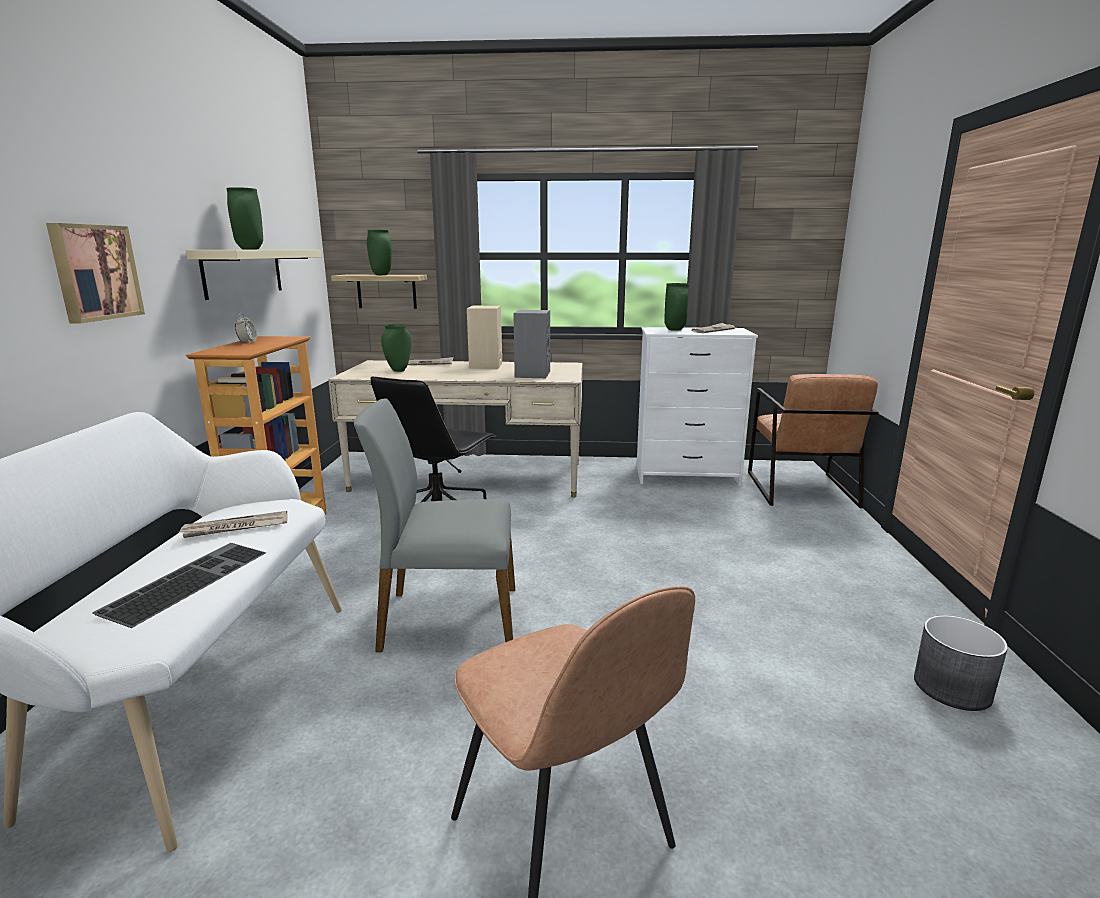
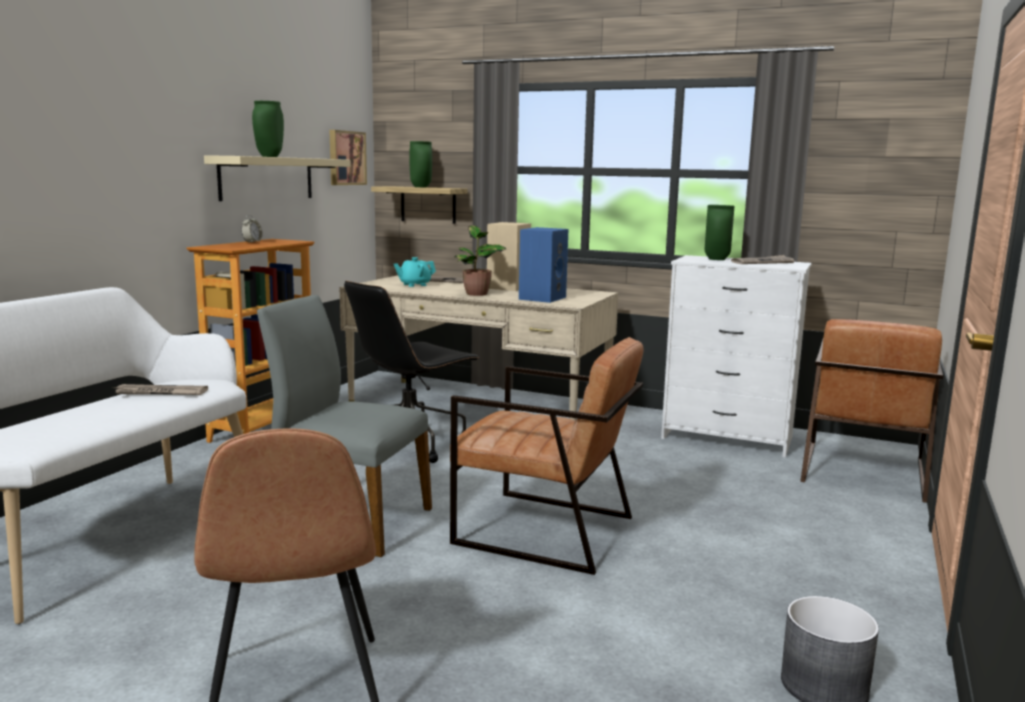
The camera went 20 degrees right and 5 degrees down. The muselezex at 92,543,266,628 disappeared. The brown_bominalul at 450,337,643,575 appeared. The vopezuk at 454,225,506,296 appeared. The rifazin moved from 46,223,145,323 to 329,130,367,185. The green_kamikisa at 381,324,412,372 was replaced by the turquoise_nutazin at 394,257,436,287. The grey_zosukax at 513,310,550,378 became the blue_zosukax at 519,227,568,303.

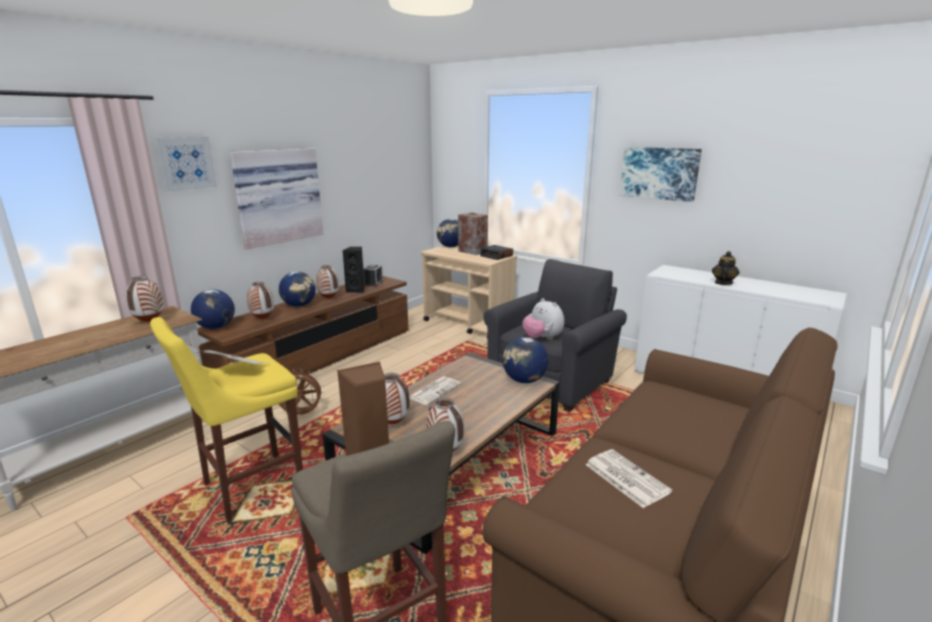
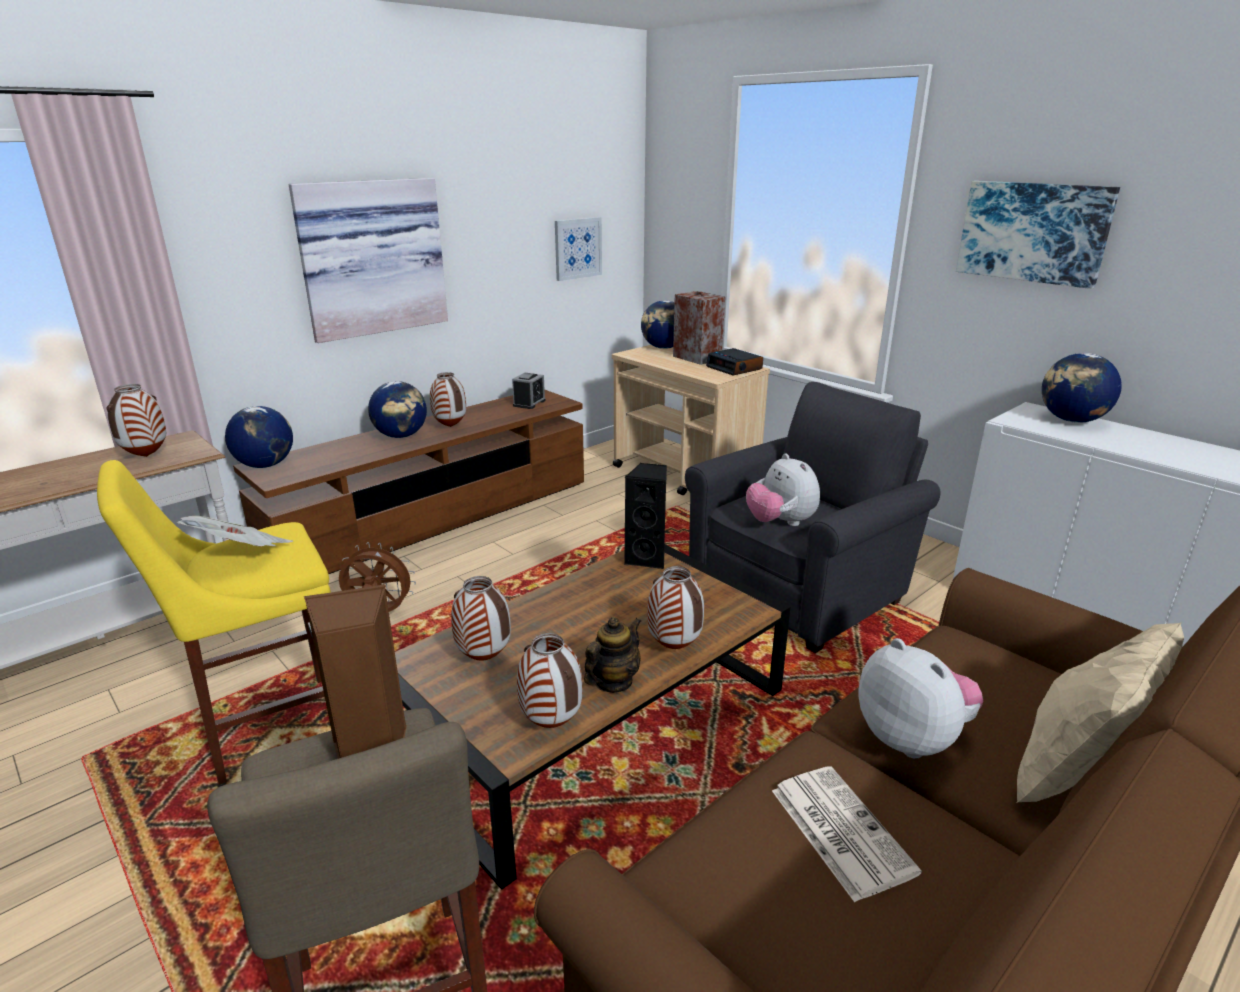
The camera went 10 degrees right and 5 degrees up. The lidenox at 409,376,461,405 disappeared. The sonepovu at 858,638,984,759 appeared. The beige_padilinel at 1016,623,1184,803 appeared. The rifazin moved from 156,137,217,191 to 555,217,602,281. The kamikisa moved from 247,282,274,319 to 647,566,704,649. The black_zosukax moved from 343,247,365,293 to 624,463,667,569. The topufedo moved from 503,337,549,383 to 1042,353,1122,423. The nutazin moved from 712,251,740,285 to 584,617,641,693.

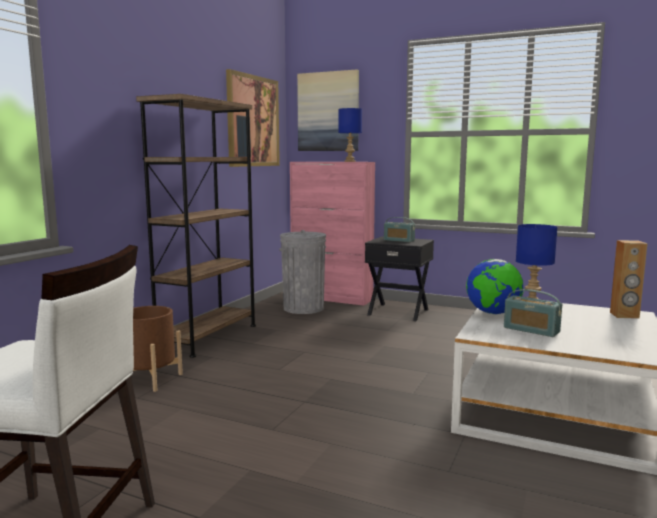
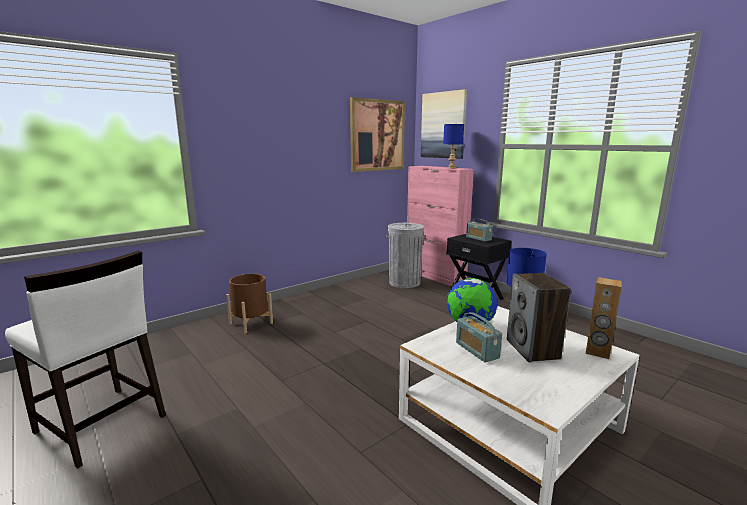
The camera went 25 degrees right and 5 degrees up. The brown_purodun at 136,94,256,358 disappeared. The zosukax at 507,273,571,362 appeared.

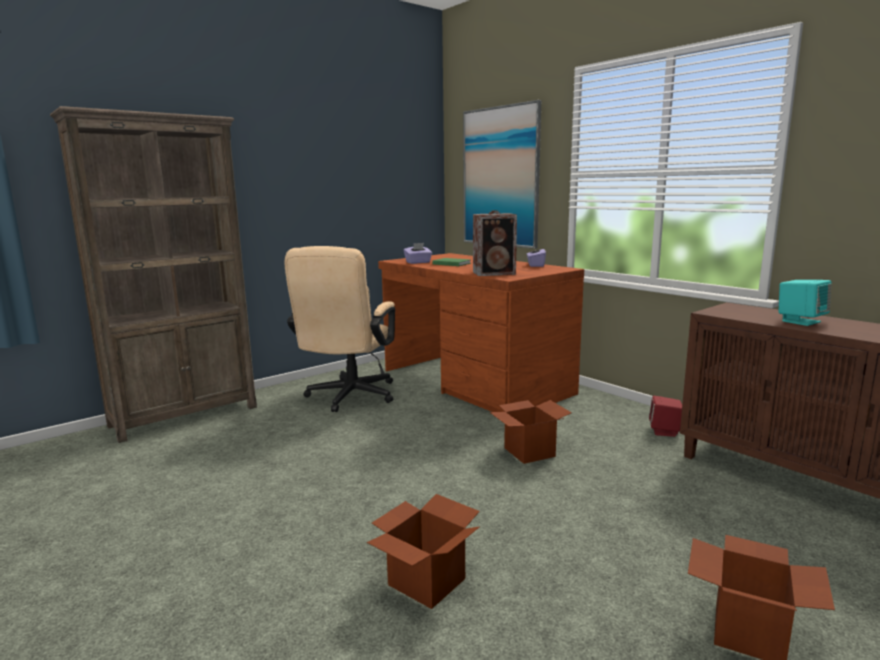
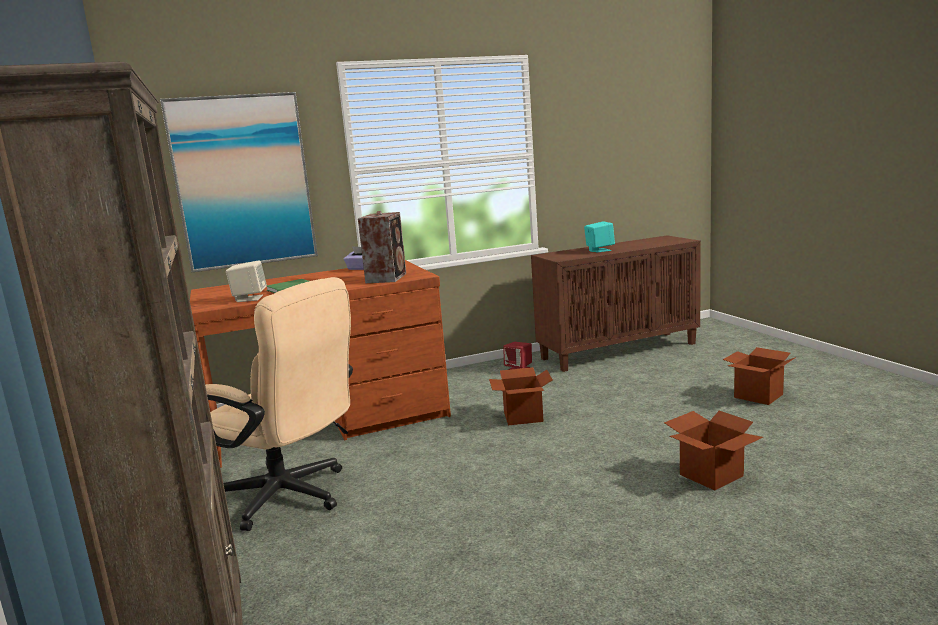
The camera went 70 degrees left and 0 degrees up. The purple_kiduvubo at 404,243,432,264 was replaced by the beige_zosukax at 226,260,267,302.

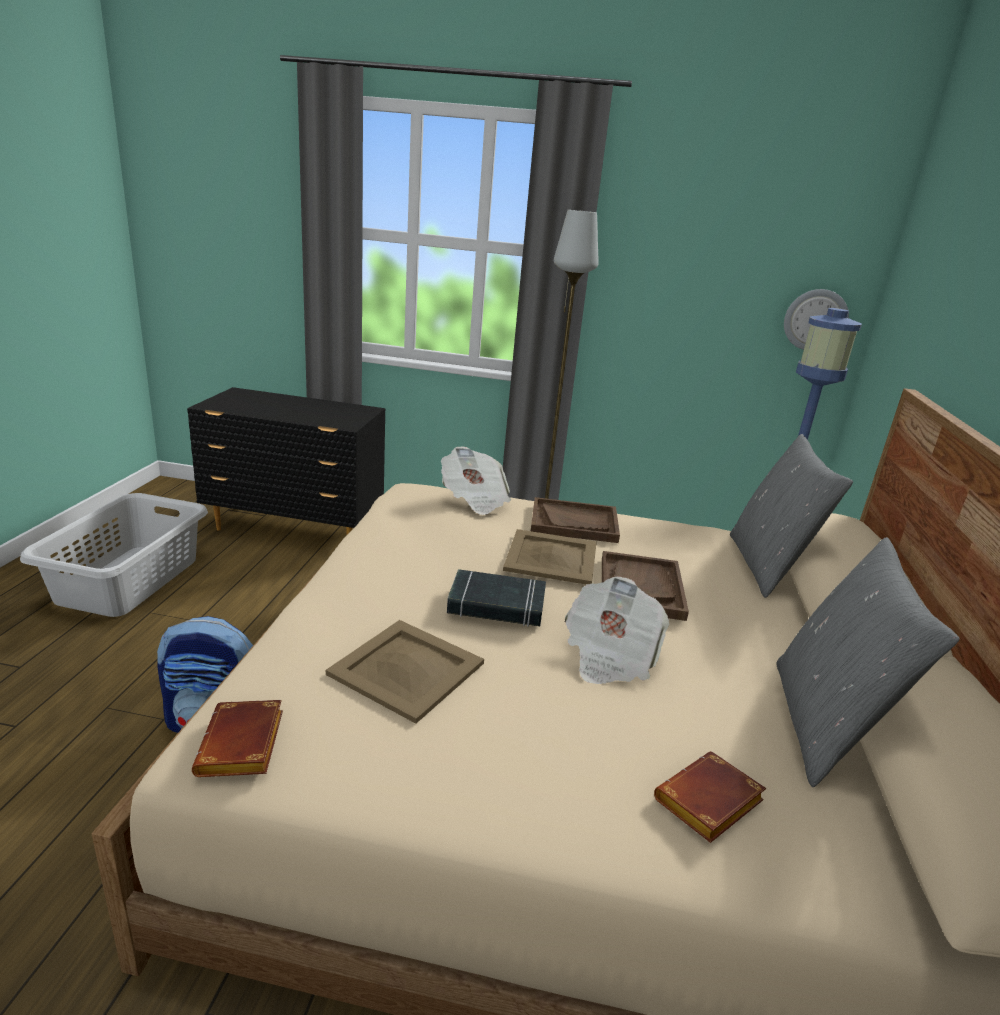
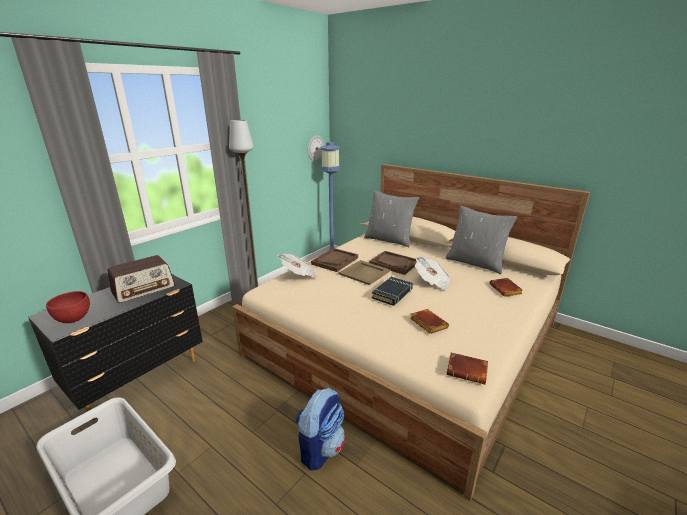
The camera went 60 degrees left and 0 degrees up. The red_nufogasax at 46,291,90,323 appeared. The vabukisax at 108,255,175,303 appeared. The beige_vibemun at 326,620,484,724 was replaced by the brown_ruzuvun at 410,309,449,334.

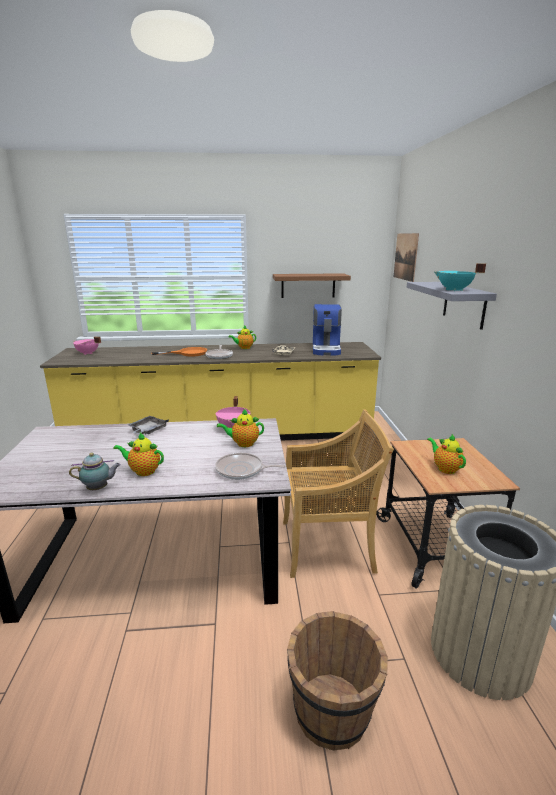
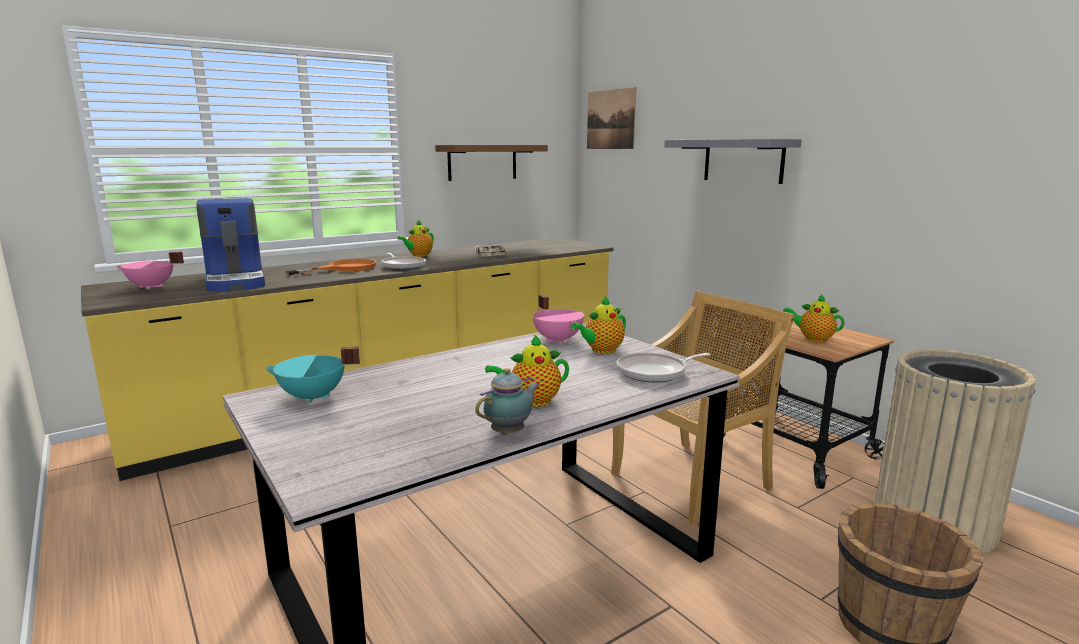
The camera went 30 degrees left and 5 degrees down. The grey_vibemun at 128,416,169,435 disappeared. The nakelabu moved from 313,304,342,356 to 196,198,265,292. The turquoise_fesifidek moved from 434,263,486,291 to 265,346,360,403.

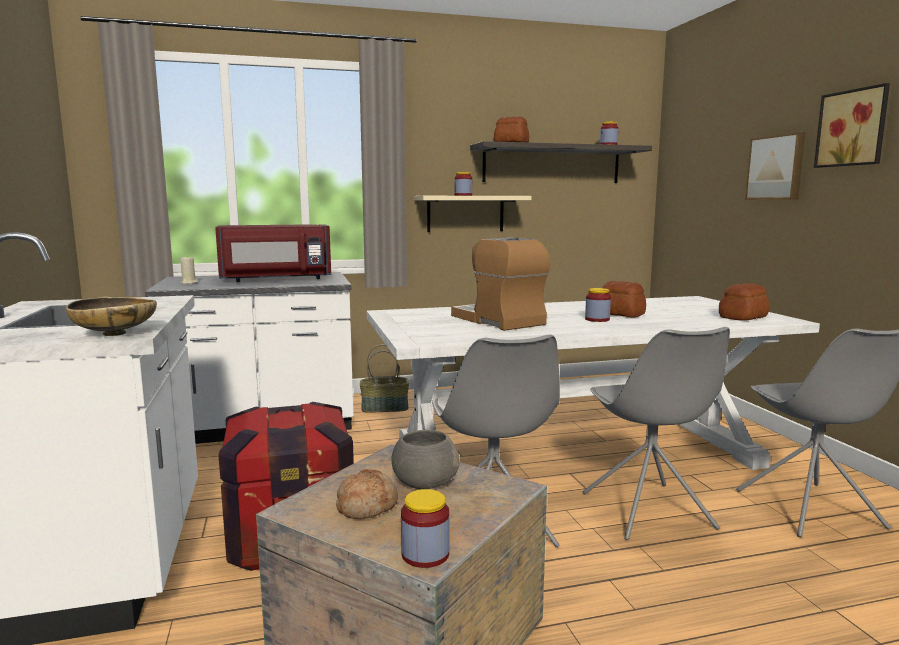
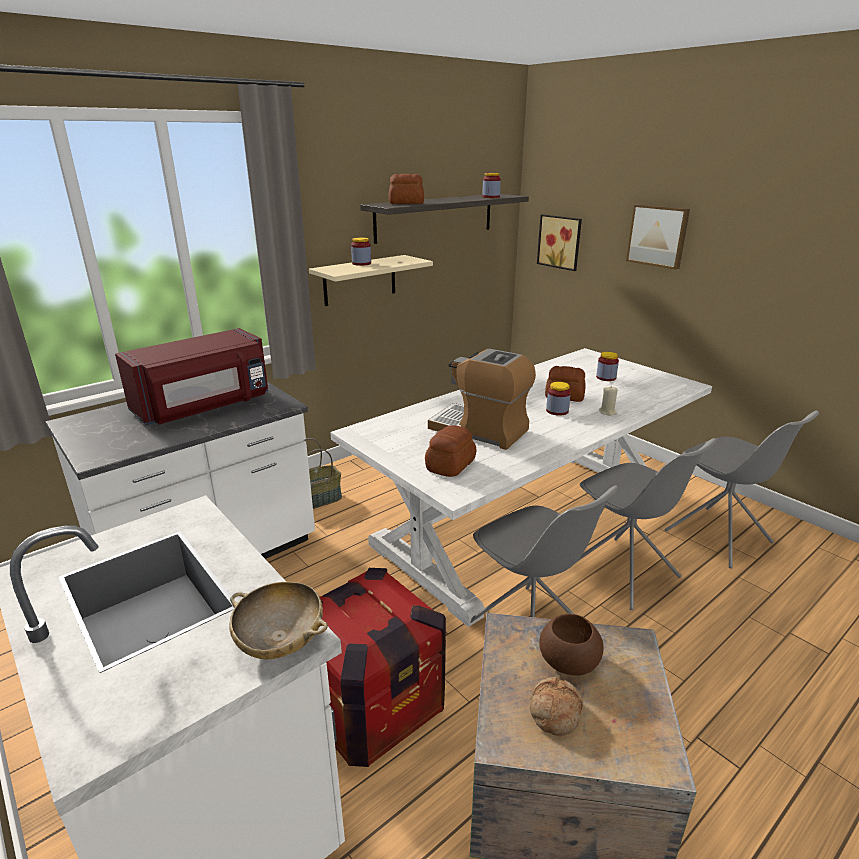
The camera went 25 degrees left and 15 degrees up. The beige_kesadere moved from 180,256,198,284 to 599,386,618,416. The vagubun moved from 401,489,450,568 to 596,352,619,381. The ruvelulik moved from 719,283,770,321 to 425,425,476,477. The rifazin moved from 814,83,890,168 to 537,214,582,271. The grey_nufogasax at 391,430,460,489 became the brown_nufogasax at 539,614,603,676.

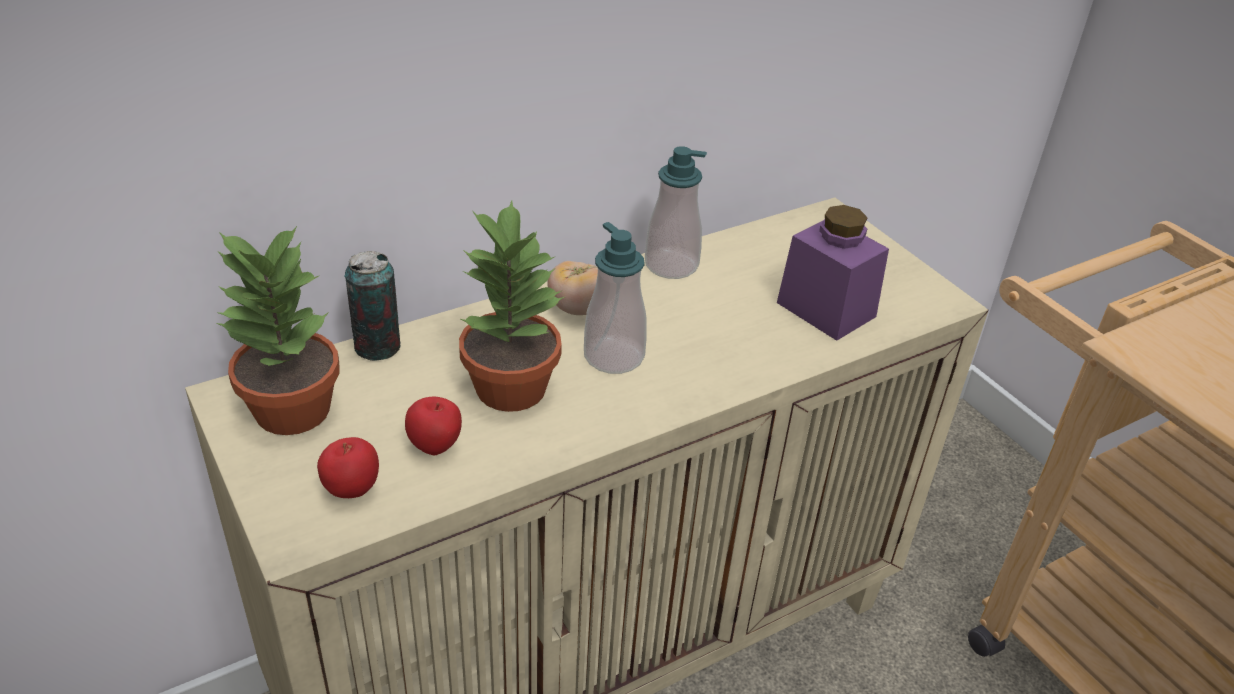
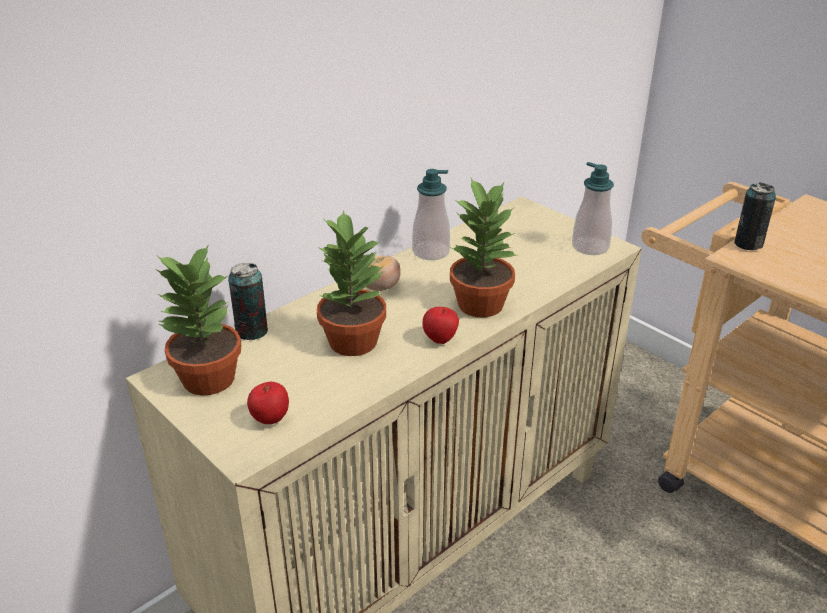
The camera went 10 degrees left and 5 degrees down. The purple_vagubun at 777,205,889,341 disappeared. The vopezuk at 450,178,516,317 appeared. The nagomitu at 734,183,776,250 appeared. The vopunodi moved from 405,396,462,455 to 423,307,459,344. The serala moved from 584,222,647,374 to 572,162,614,255.

